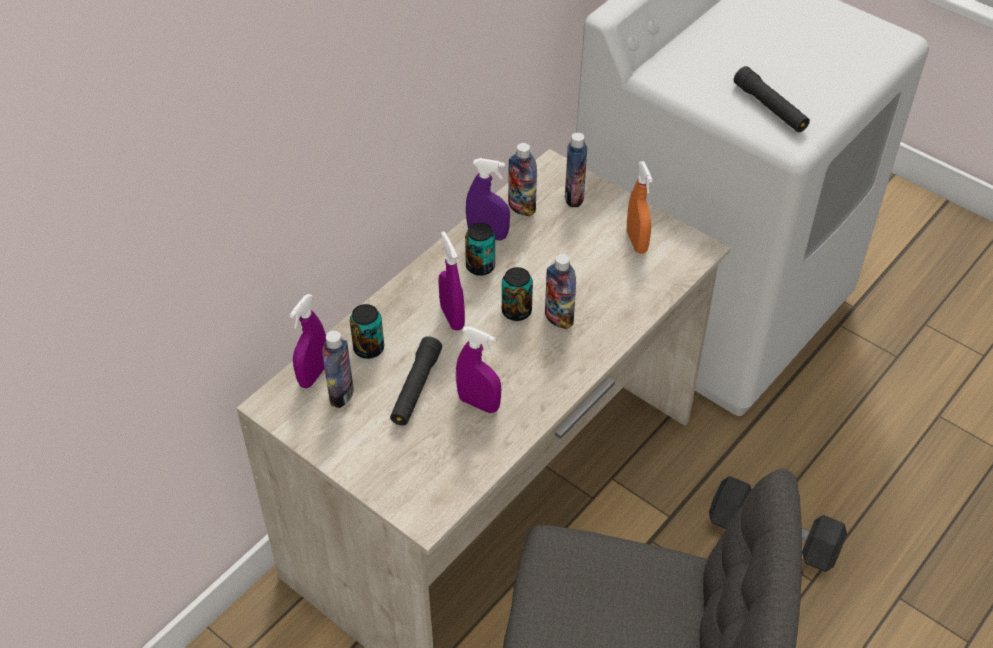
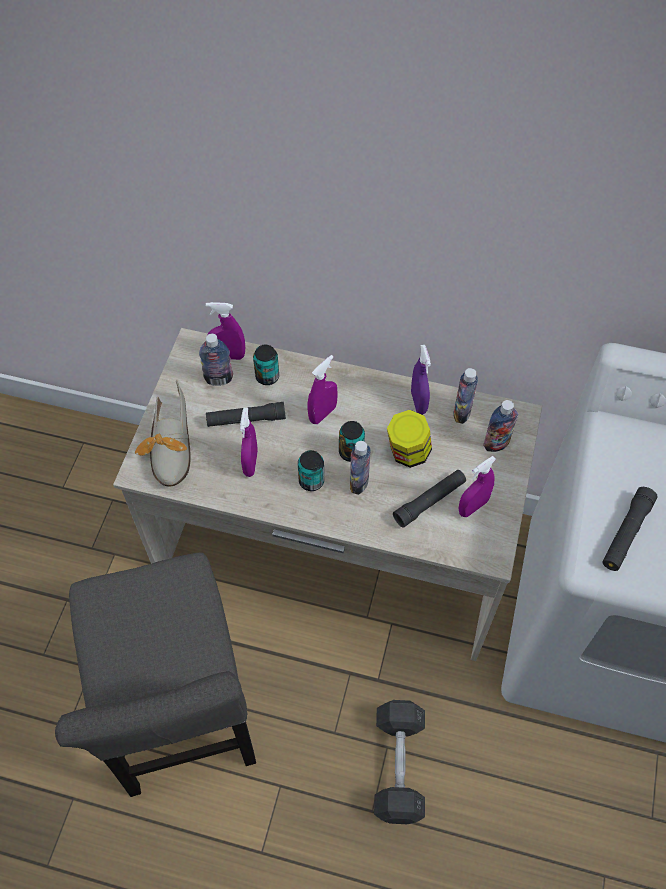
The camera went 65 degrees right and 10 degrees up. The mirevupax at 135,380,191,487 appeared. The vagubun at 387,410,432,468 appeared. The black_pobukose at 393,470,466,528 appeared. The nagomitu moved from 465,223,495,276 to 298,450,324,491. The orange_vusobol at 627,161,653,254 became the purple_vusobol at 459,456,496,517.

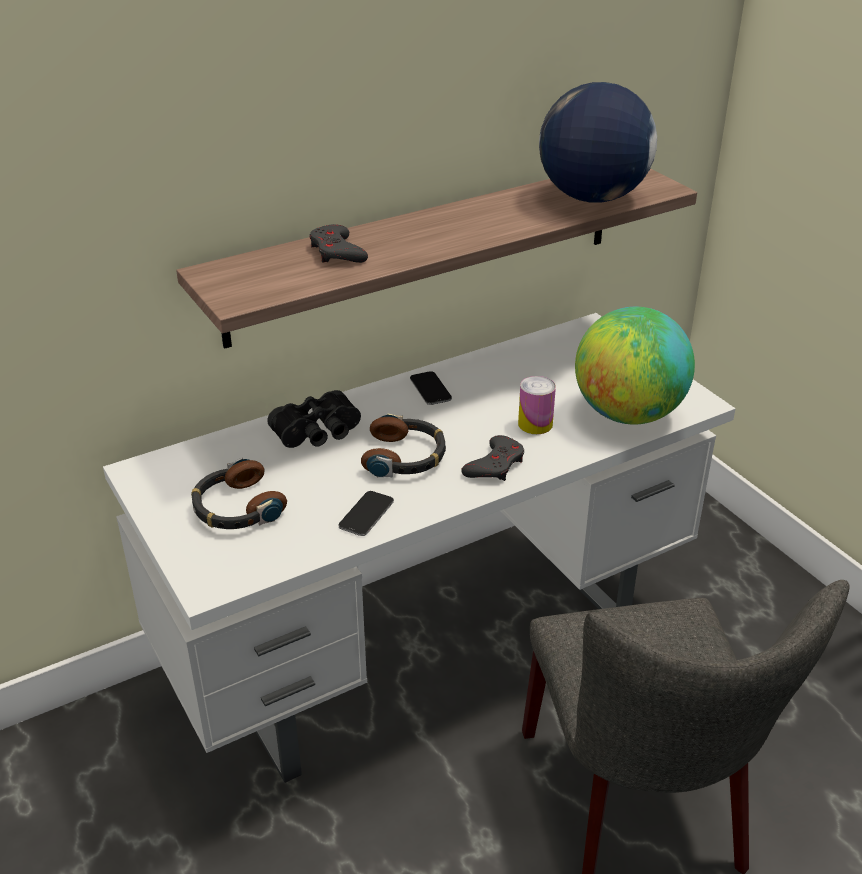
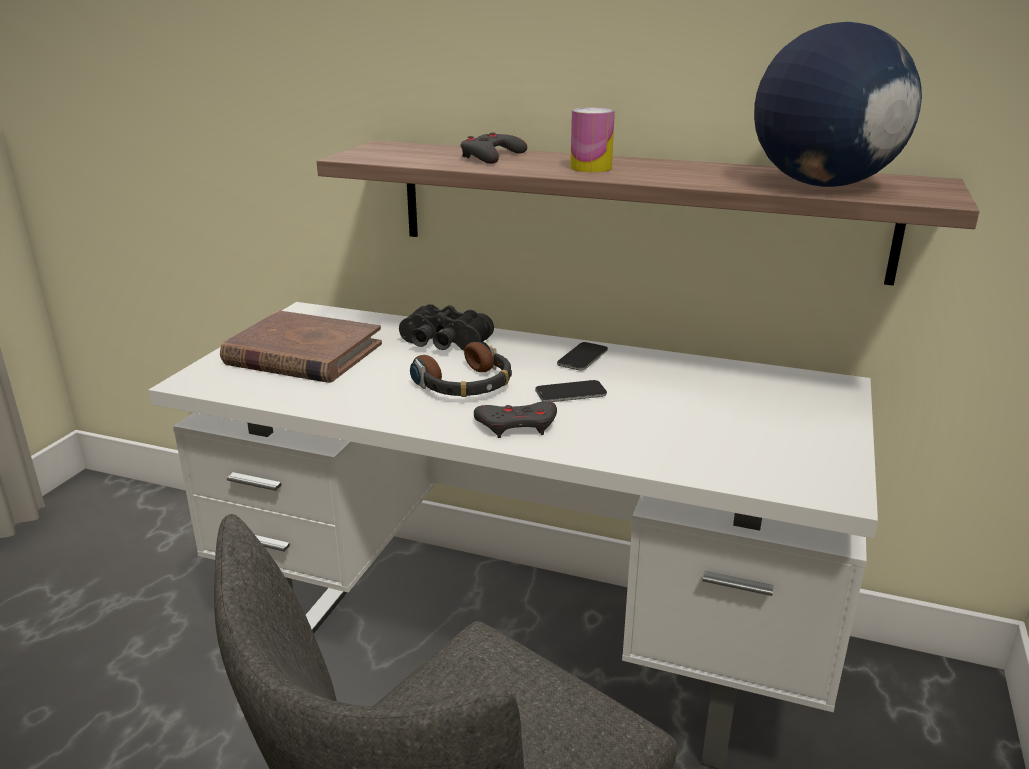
The camera went 50 degrees right and 10 degrees down. The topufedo at 575,307,695,425 disappeared. The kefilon moved from 338,491,394,536 to 535,380,607,402. The nagomitu moved from 518,376,556,434 to 570,107,615,172. The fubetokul at 191,458,287,529 was replaced by the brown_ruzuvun at 220,311,382,383.

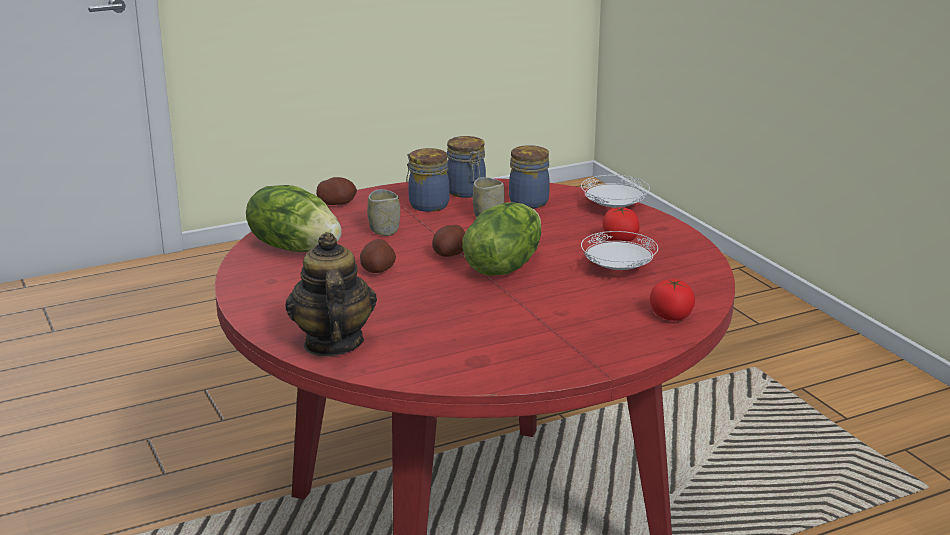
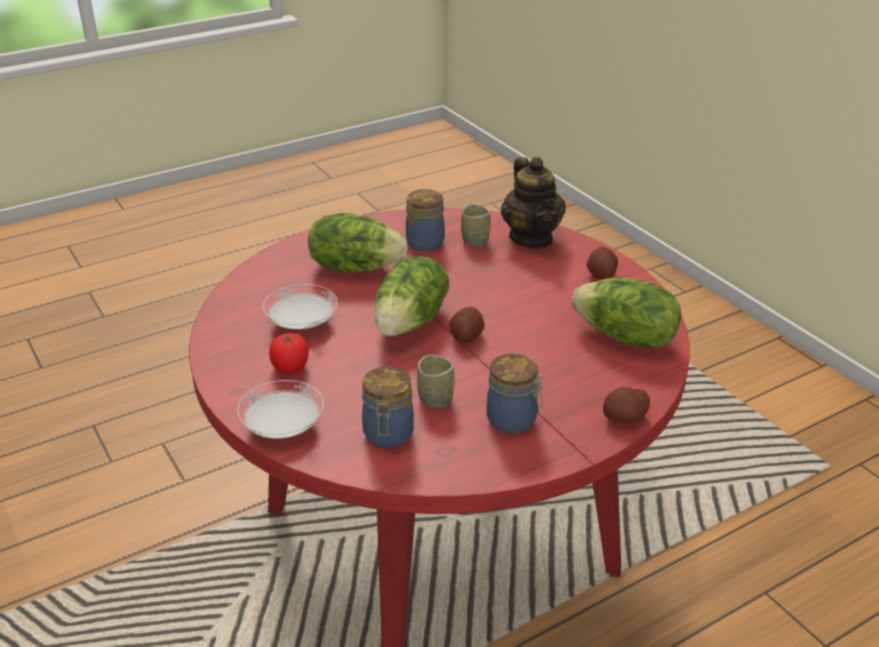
The camera went 175 degrees right and 10 degrees up. The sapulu at 650,279,695,321 disappeared. The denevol at 308,213,408,272 appeared. The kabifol moved from 360,239,396,273 to 587,247,618,280. The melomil moved from 367,189,400,236 to 461,204,491,247. The vagubun moved from 447,136,486,198 to 406,189,445,251.

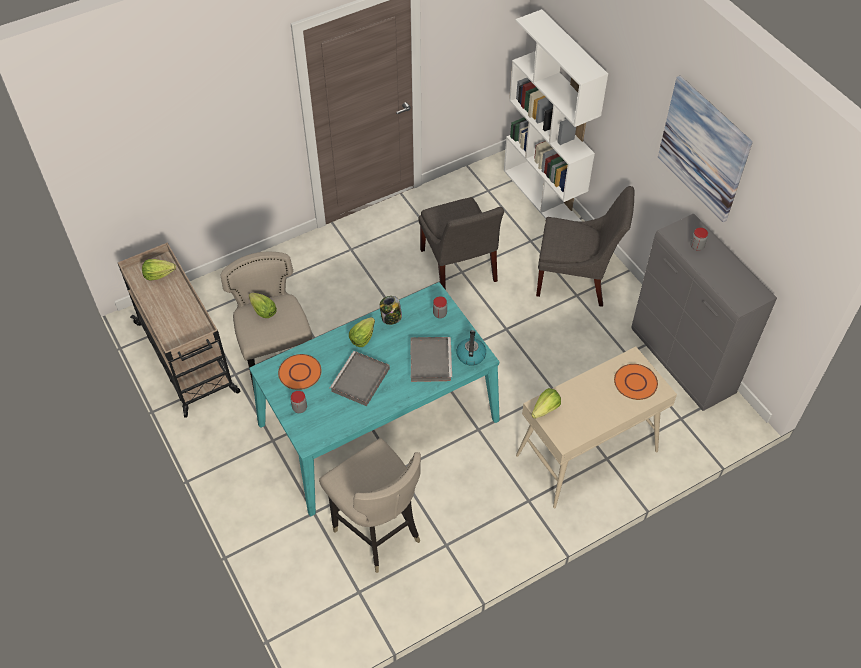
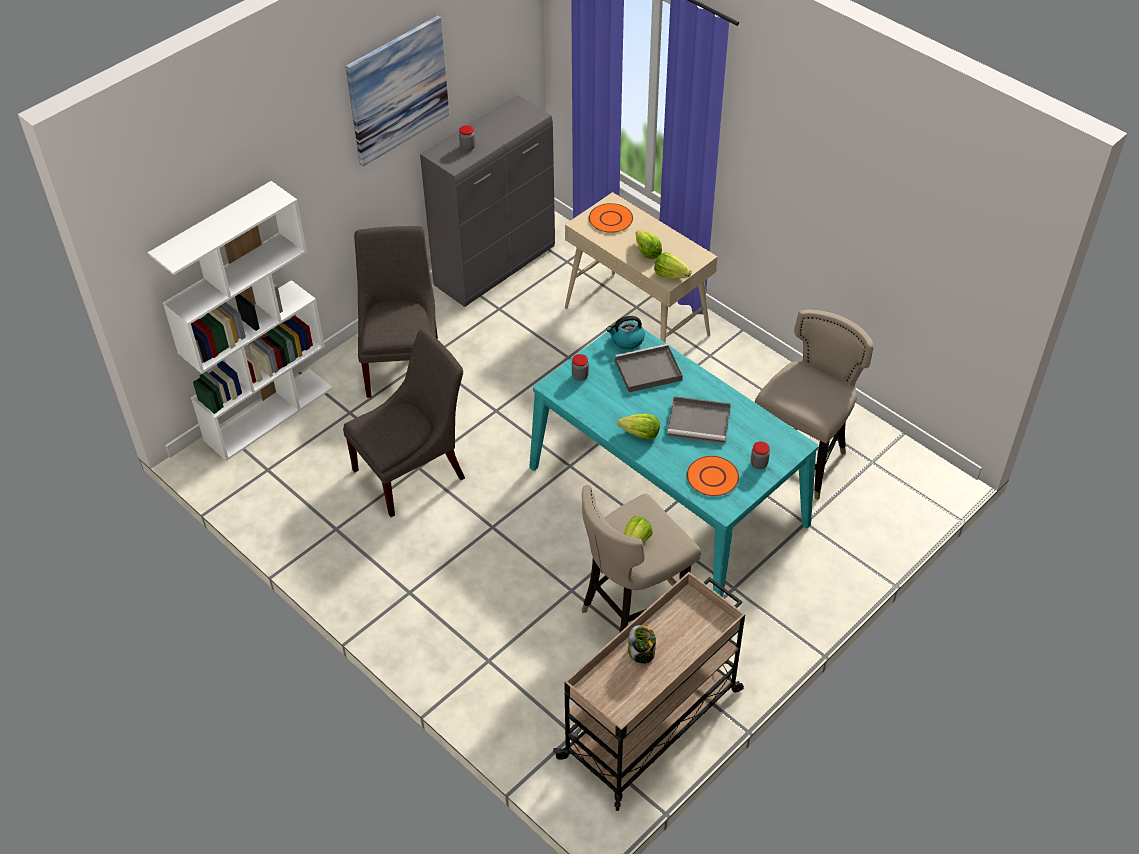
The camera went 105 degrees left and 5 degrees down. The denevol moved from 142,259,176,280 to 636,230,662,259. The vagubun moved from 380,296,402,325 to 628,625,656,664.

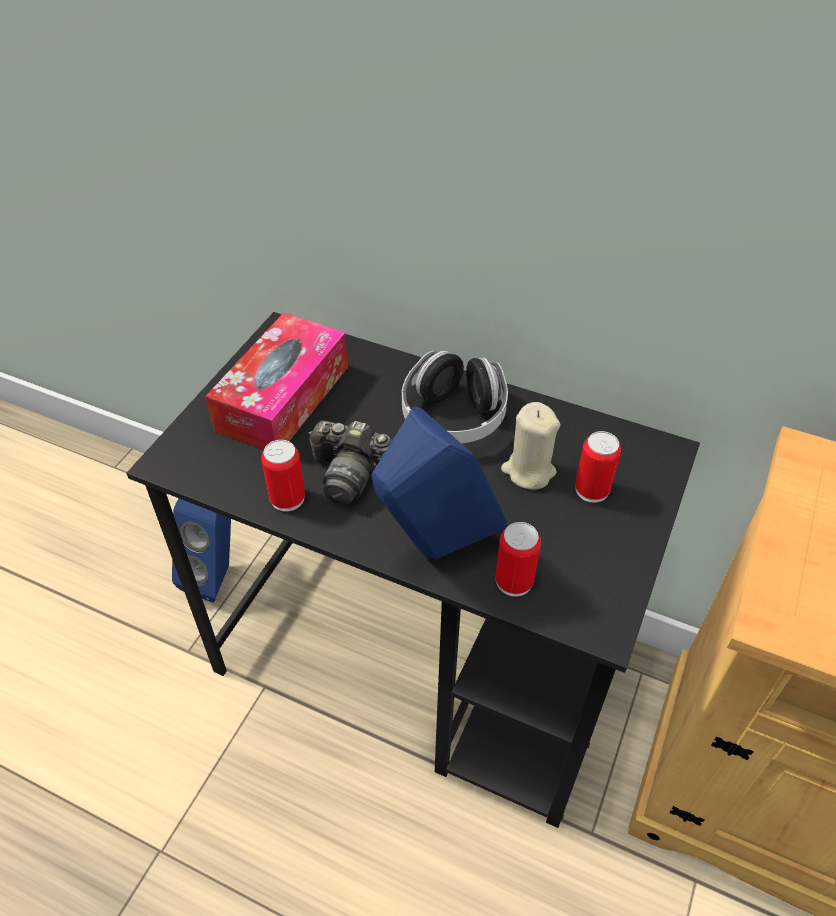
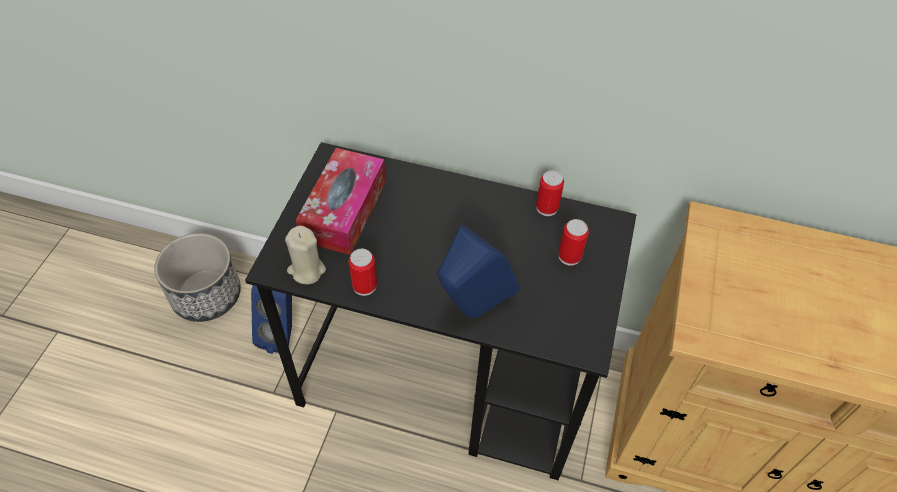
The camera went 10 degrees left and 5 degrees up. The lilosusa at 308,420,392,504 disappeared. The fubetokul at 402,351,508,443 disappeared. The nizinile at 154,233,241,322 appeared. The nagomitu moved from 495,522,541,597 to 536,170,564,216. The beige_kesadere moved from 501,402,561,490 to 285,226,326,284.

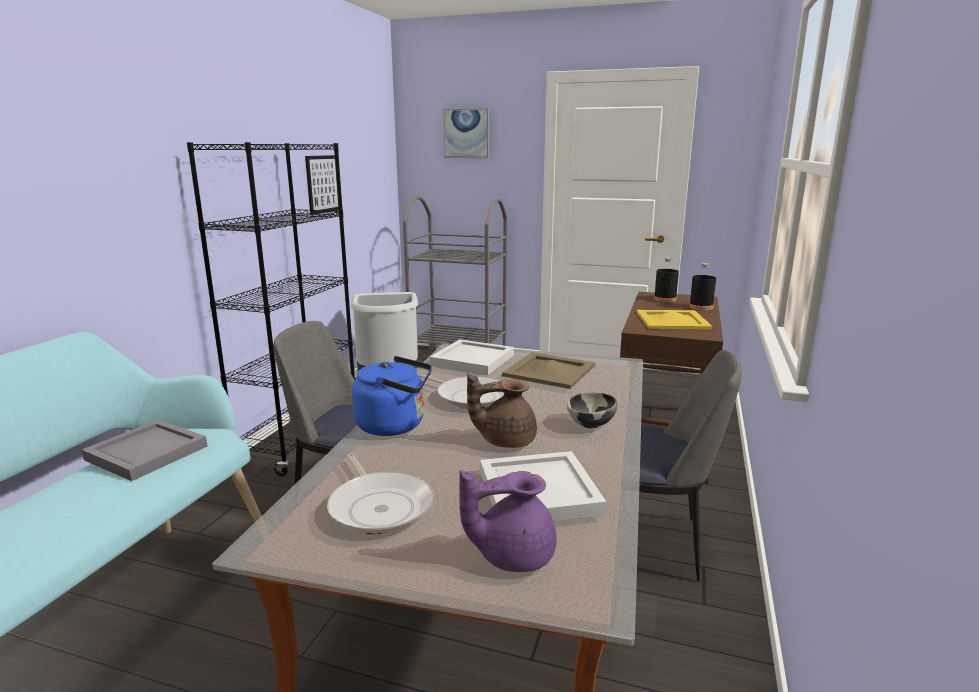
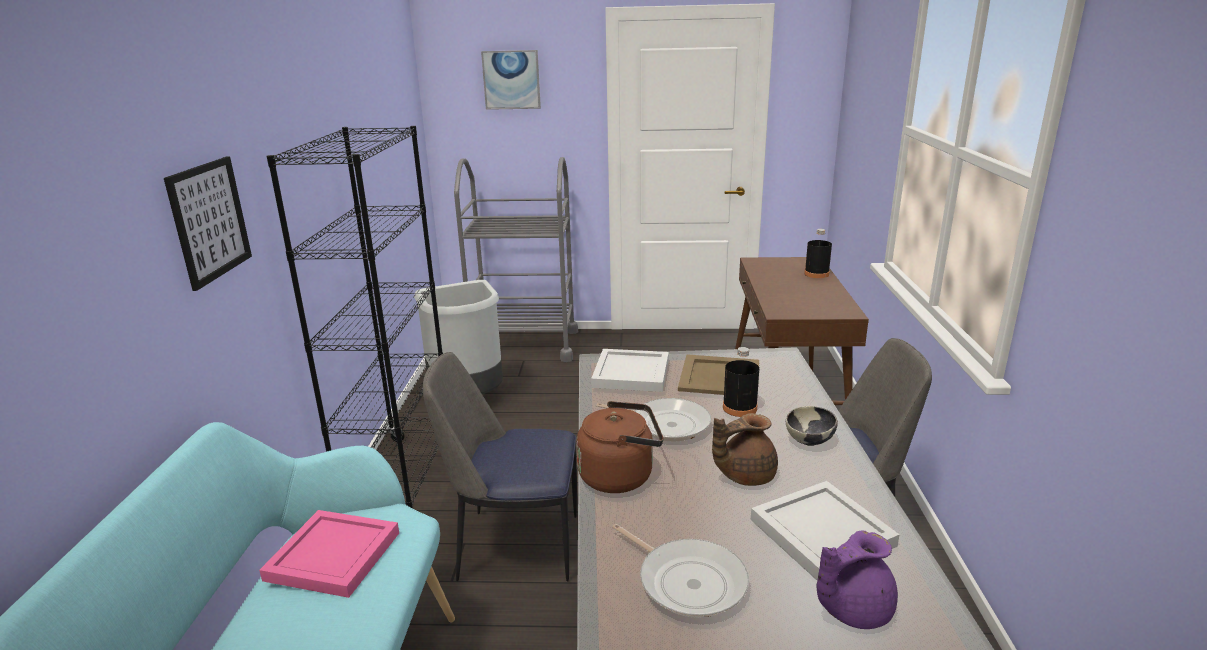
The camera went 15 degrees left and 5 degrees up. The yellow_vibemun at 637,310,713,329 disappeared. The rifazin moved from 305,155,339,215 to 164,157,252,291. The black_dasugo moved from 654,257,679,303 to 723,347,759,417. The grey_vibemun at 82,420,207,481 became the pink_vibemun at 259,510,399,598. The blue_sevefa at 352,356,432,436 became the brown_sevefa at 576,401,663,493.

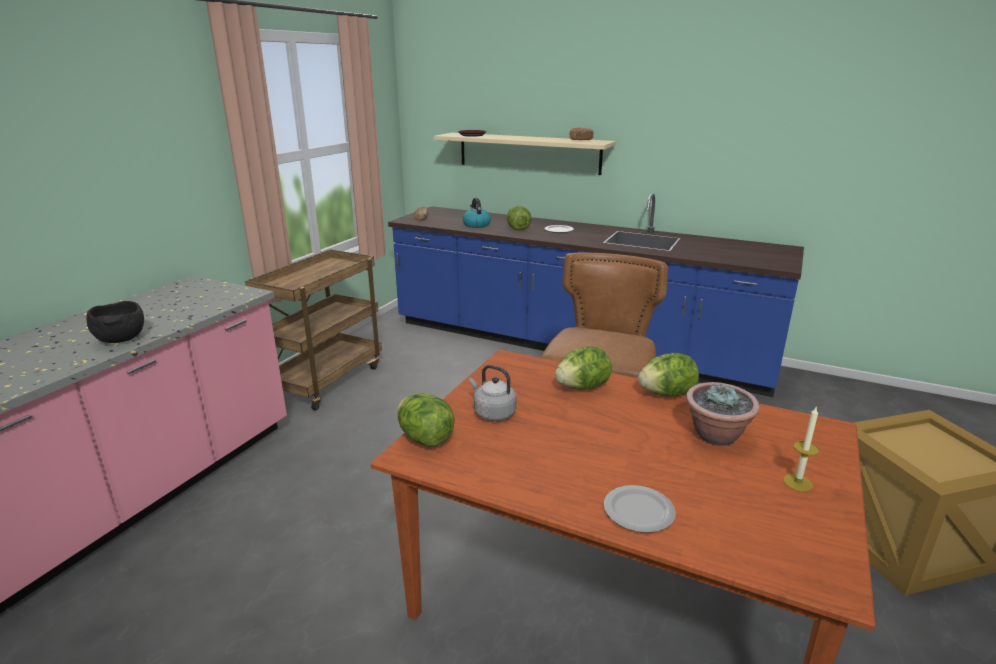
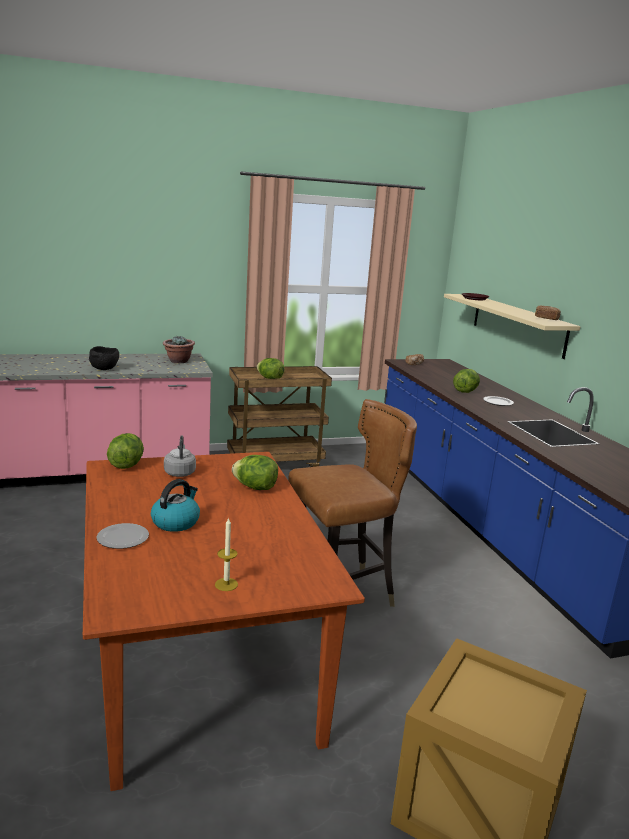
The camera went 45 degrees right and 5 degrees down. The sevefa moved from 462,198,491,228 to 151,479,200,532. The denevol moved from 638,353,699,397 to 257,358,284,379. The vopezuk moved from 686,382,760,446 to 163,336,195,363.

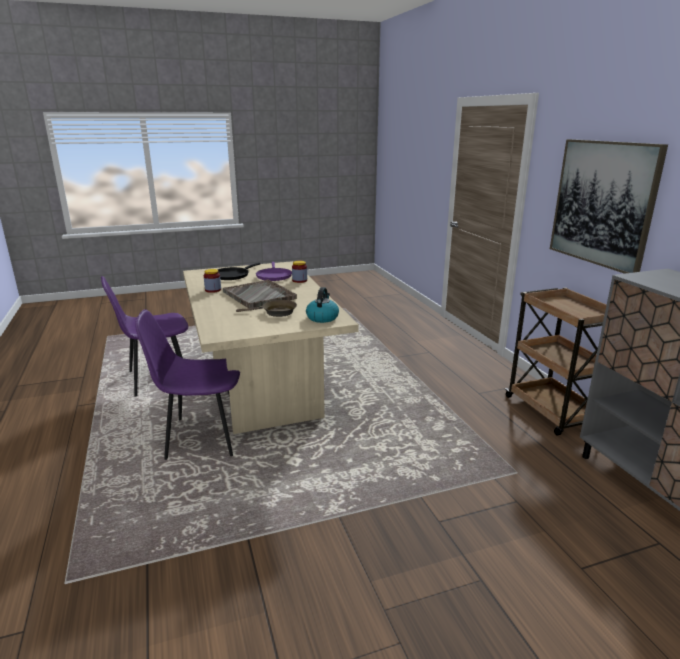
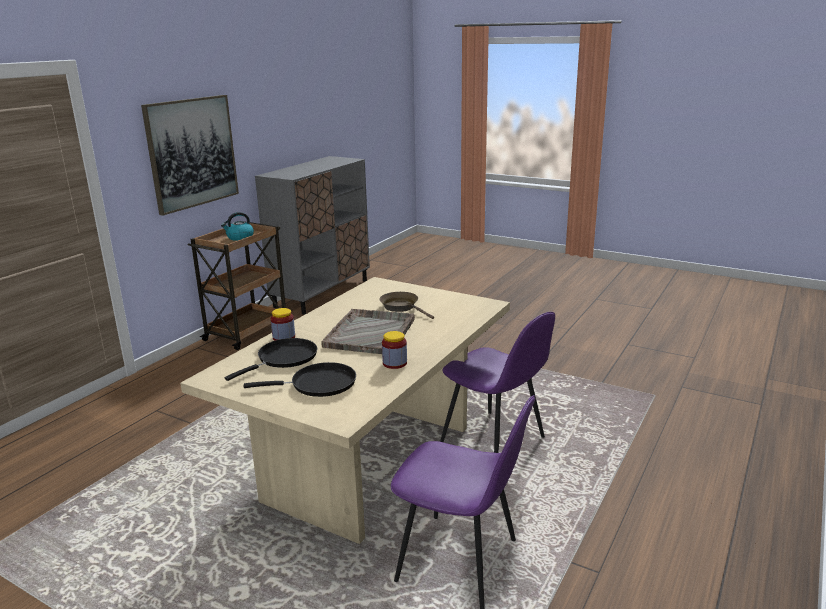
The camera went 130 degrees left and 0 degrees up. The sevefa moved from 306,287,339,323 to 221,212,254,241. The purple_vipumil at 256,262,292,281 became the black_vipumil at 225,338,317,381.

